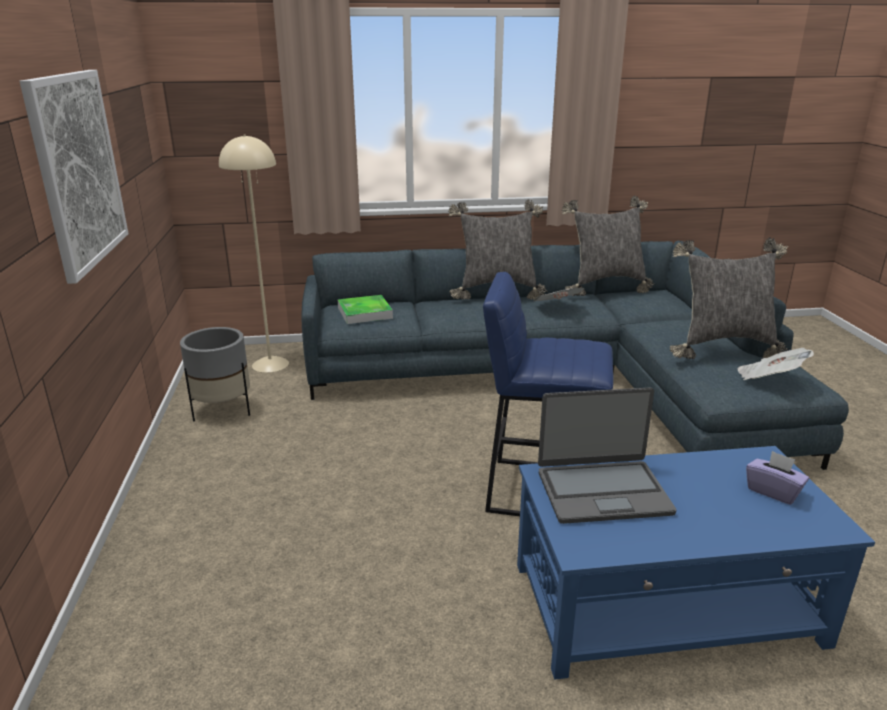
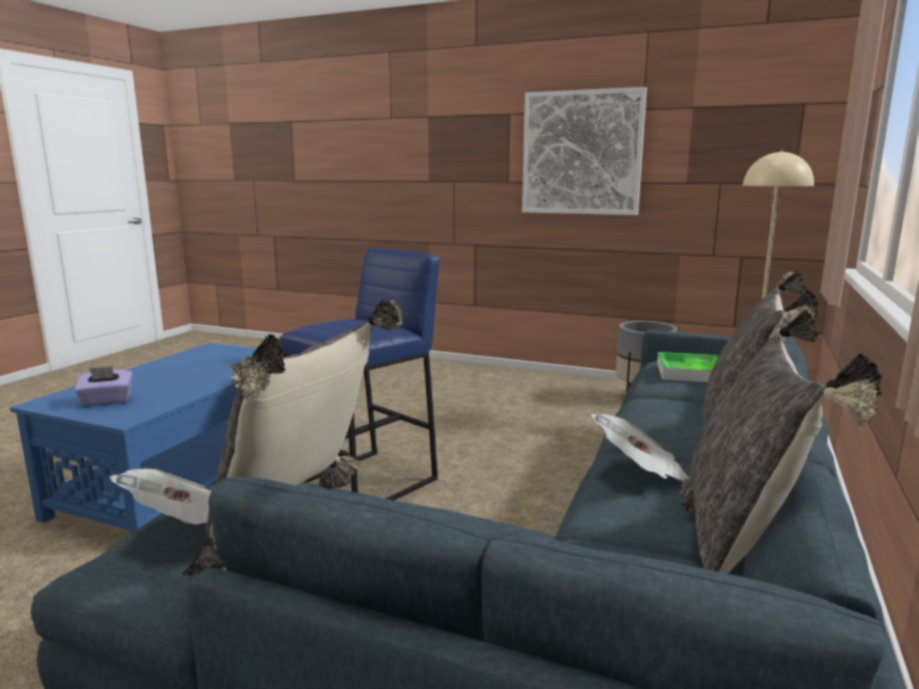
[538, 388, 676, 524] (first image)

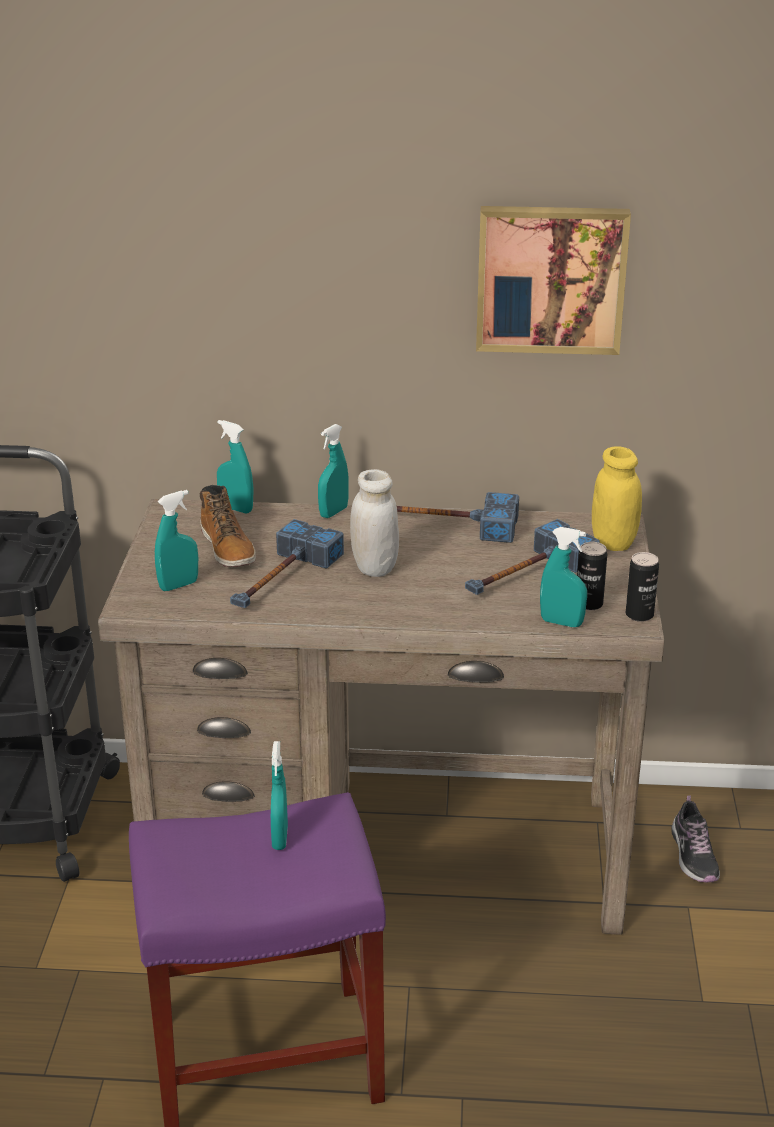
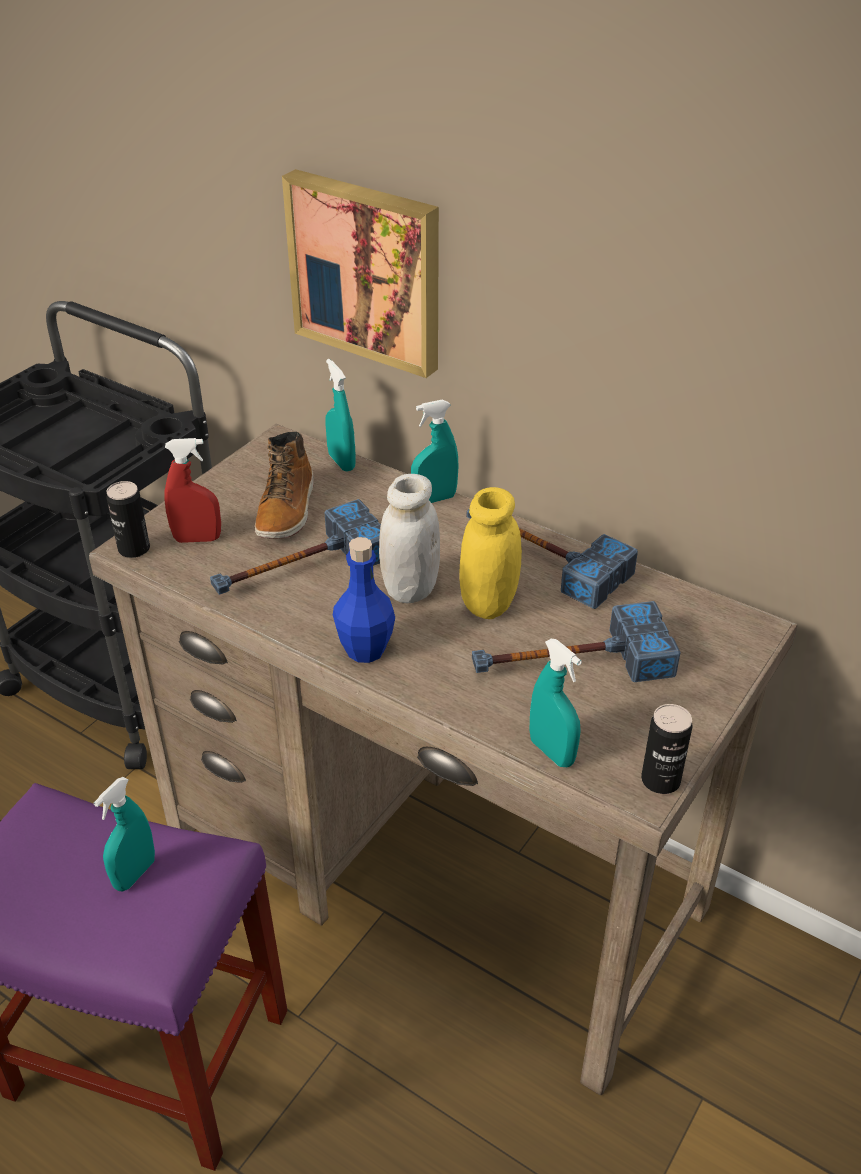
[164, 438, 221, 543]
[282, 169, 439, 378]
[107, 481, 150, 558]
[459, 487, 522, 619]
[671, 796, 720, 883] (first image)
[333, 537, 395, 663]

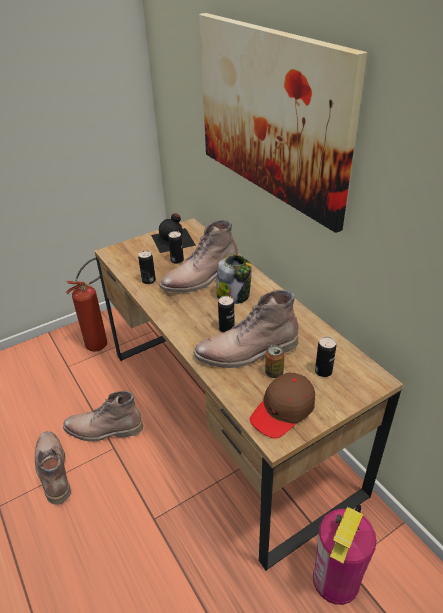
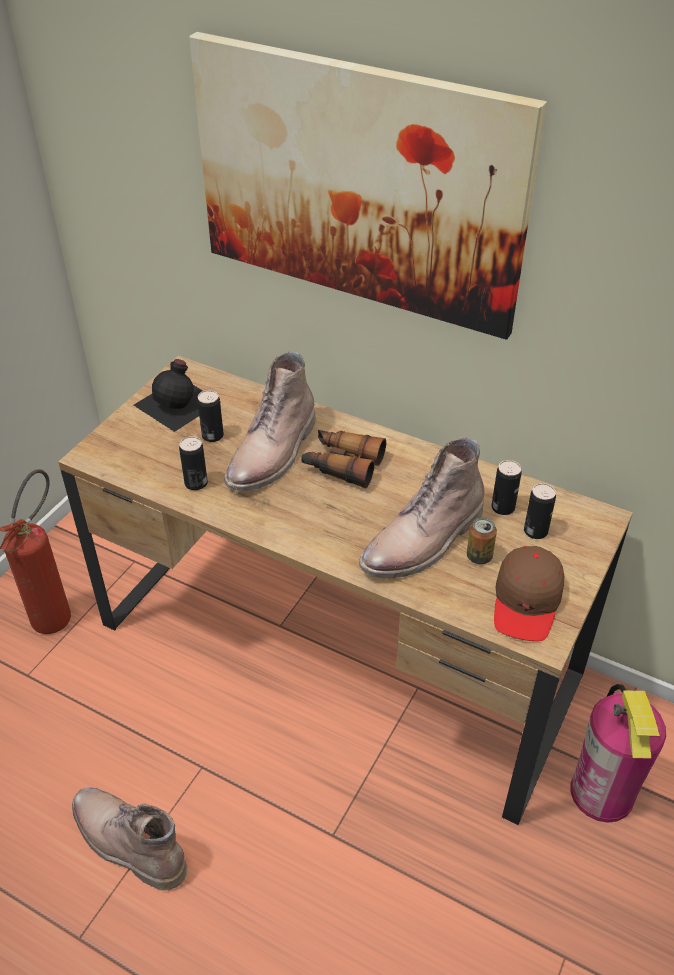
[63, 391, 143, 441] (first image)
[301, 430, 386, 488]
[491, 460, 522, 515]

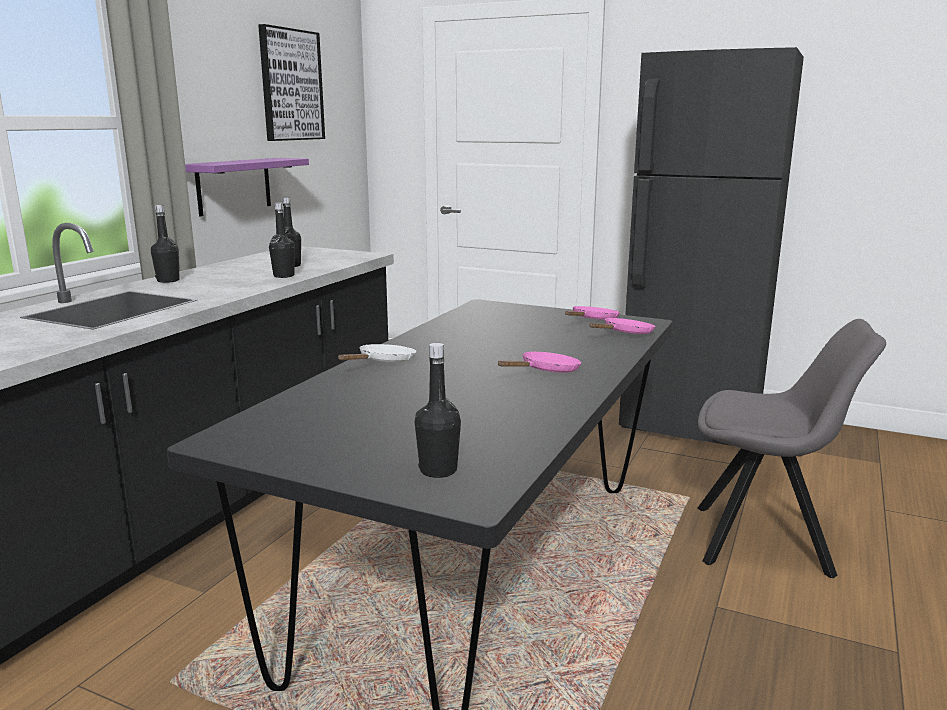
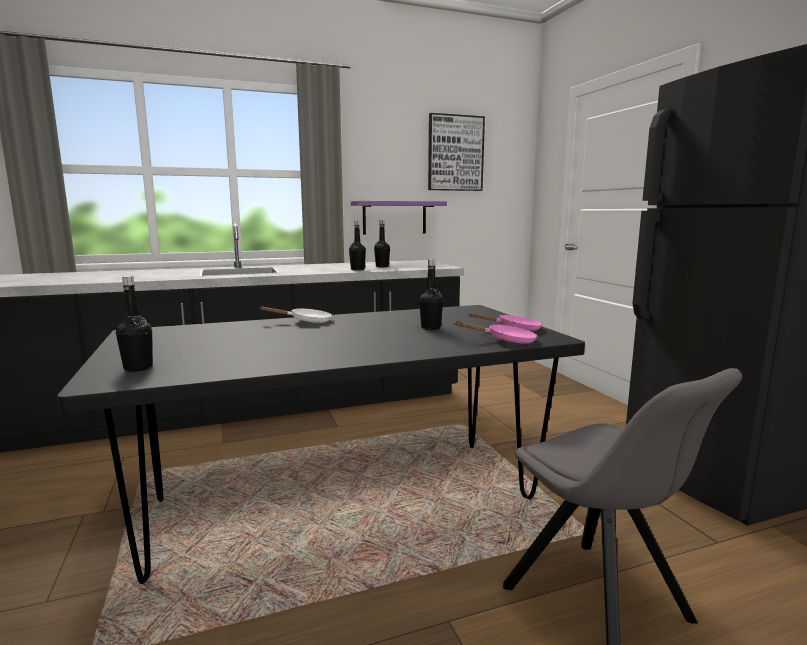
[419, 259, 443, 330]
[498, 352, 581, 373] (first image)

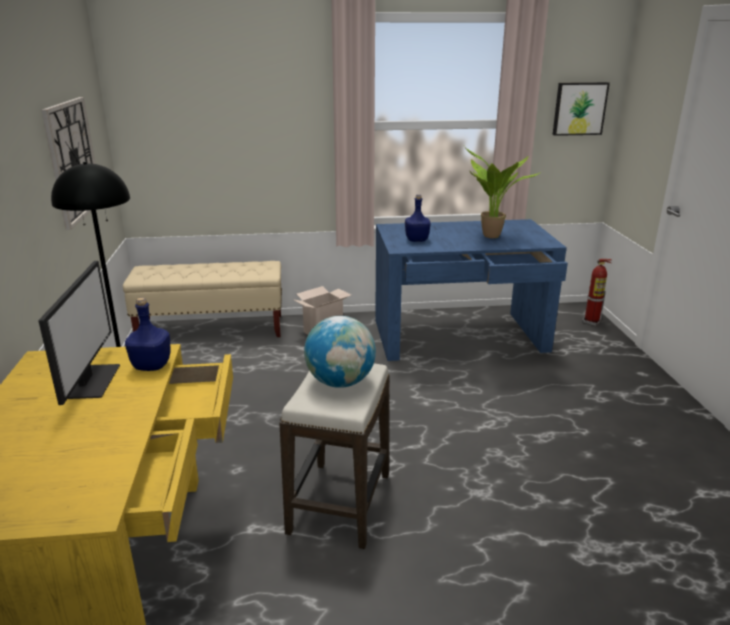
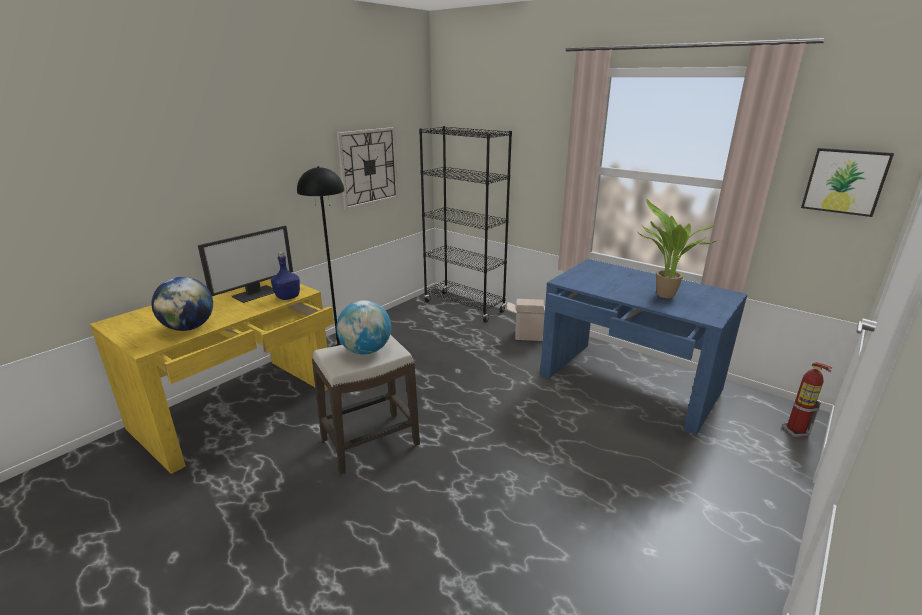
[419, 126, 512, 322]
[405, 194, 430, 242] (first image)
[151, 277, 213, 331]

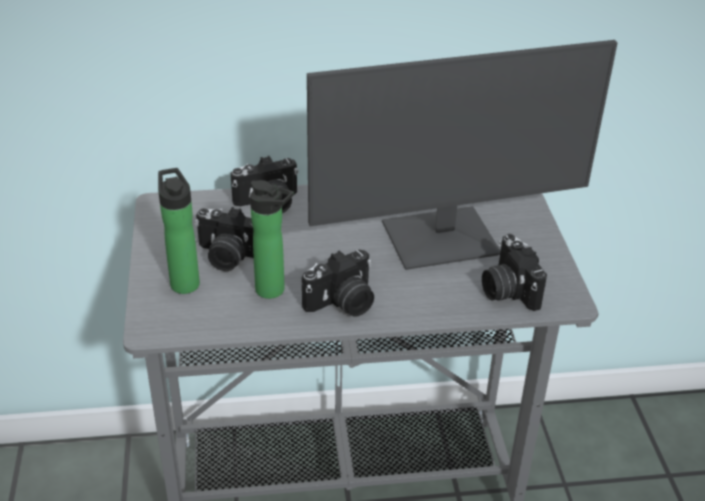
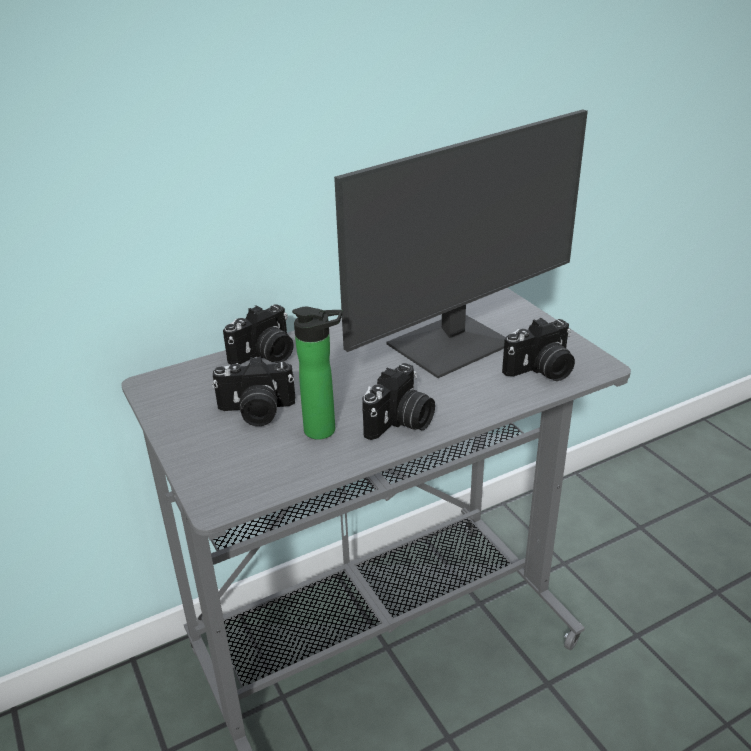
[158, 168, 200, 294] (first image)
[502, 318, 575, 381]

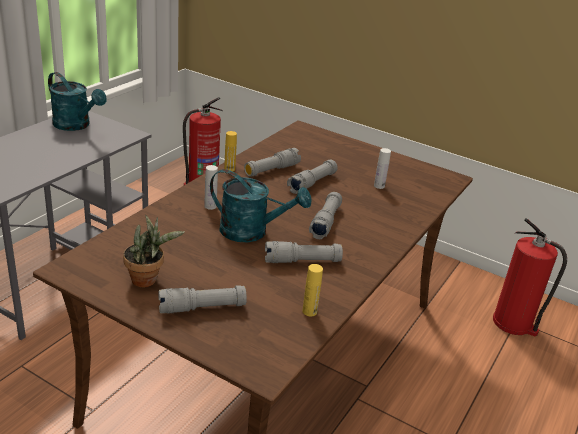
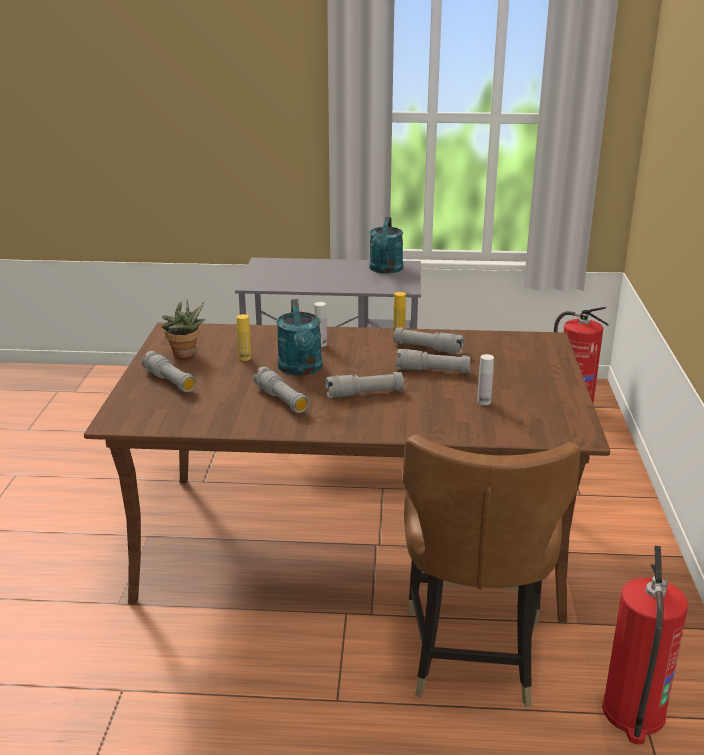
[237, 314, 251, 361]
[402, 434, 581, 707]

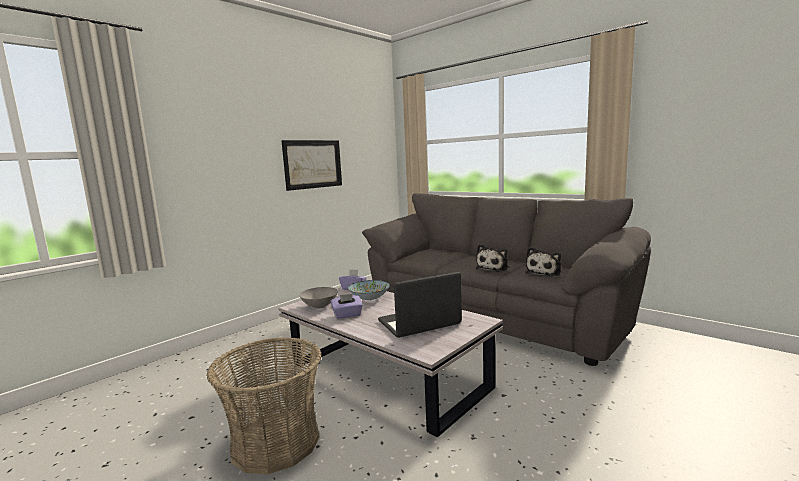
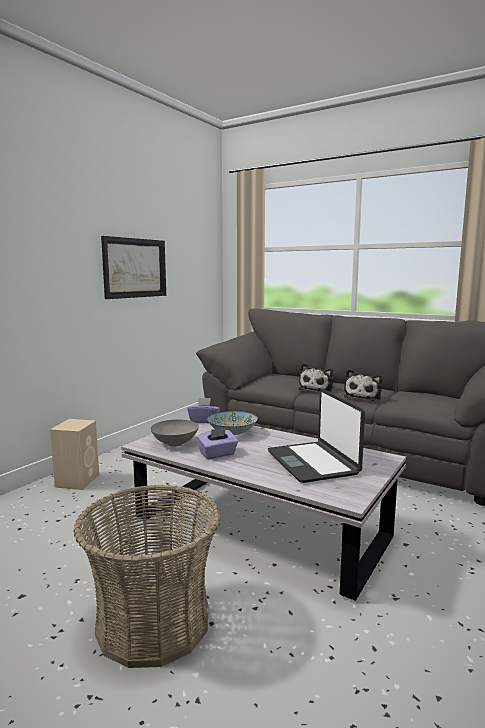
[268, 389, 365, 483]
[299, 363, 334, 392]
[50, 419, 99, 490]

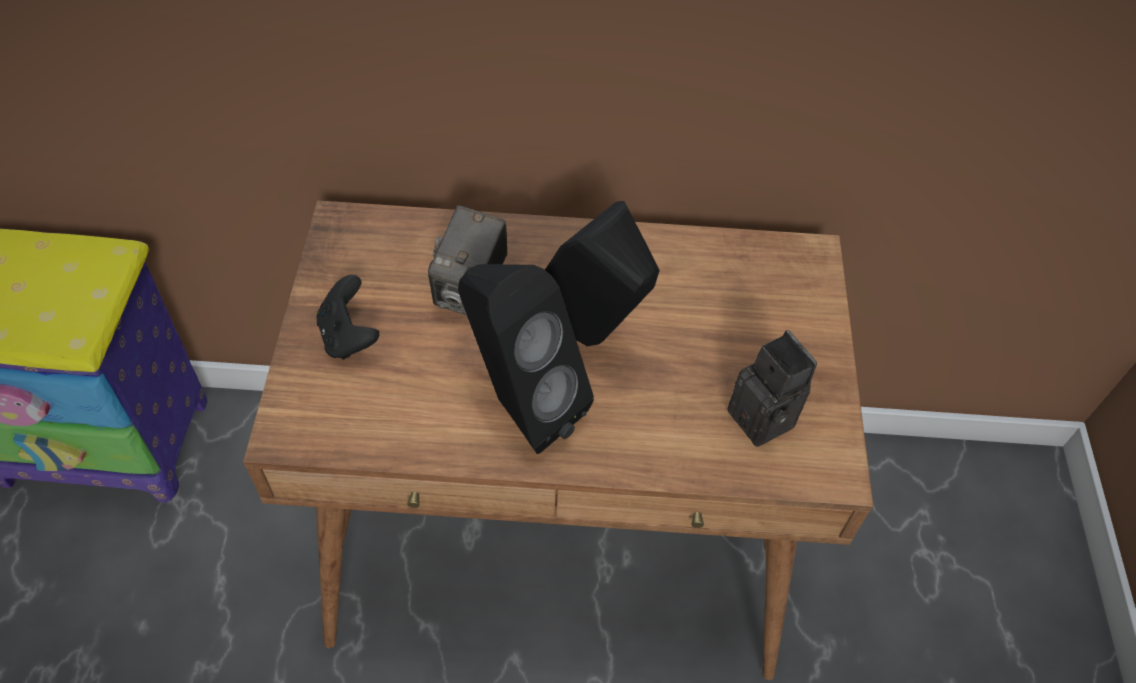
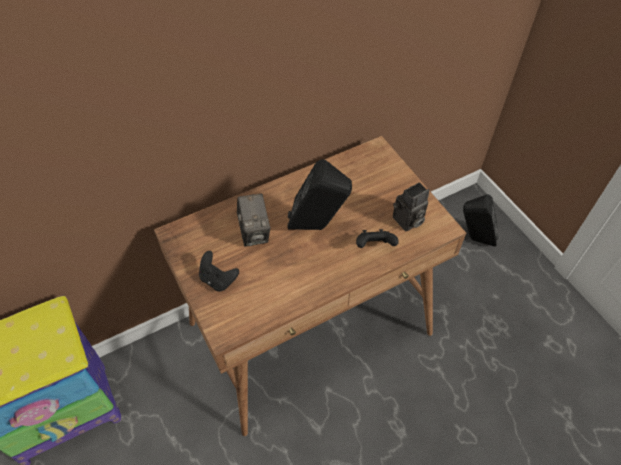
[463, 194, 499, 247]
[393, 182, 429, 231]
[356, 229, 399, 248]

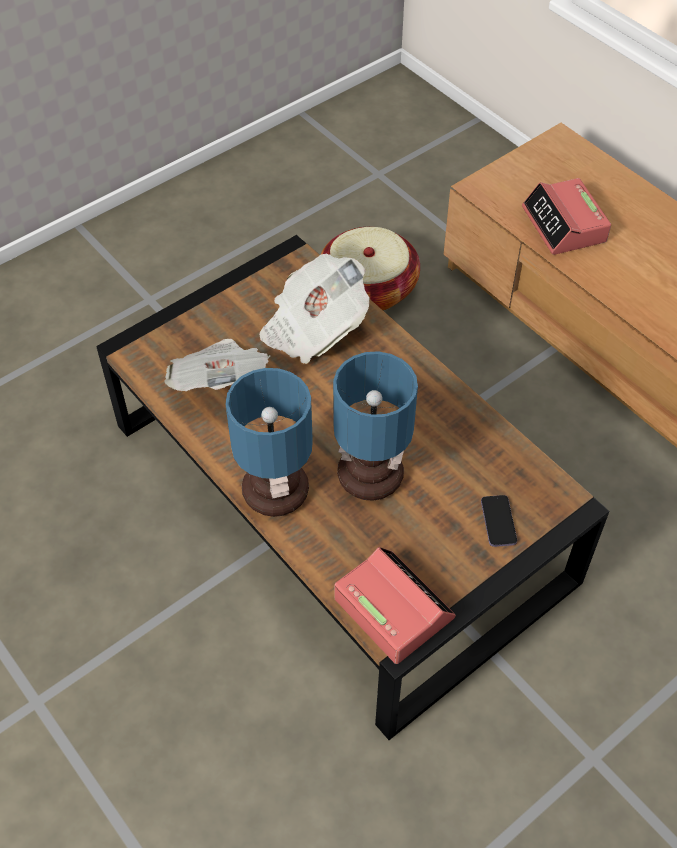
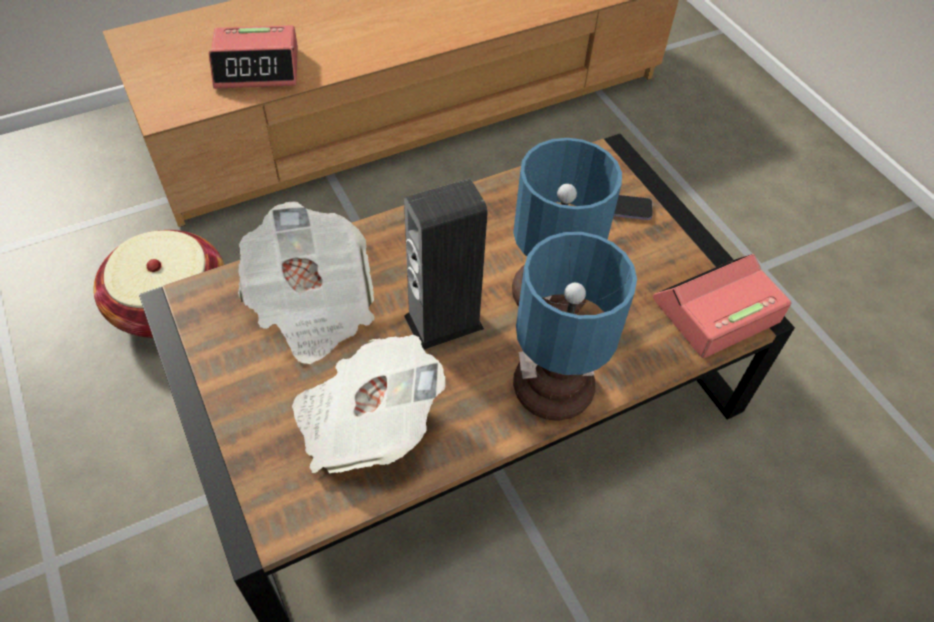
[404, 179, 488, 350]

